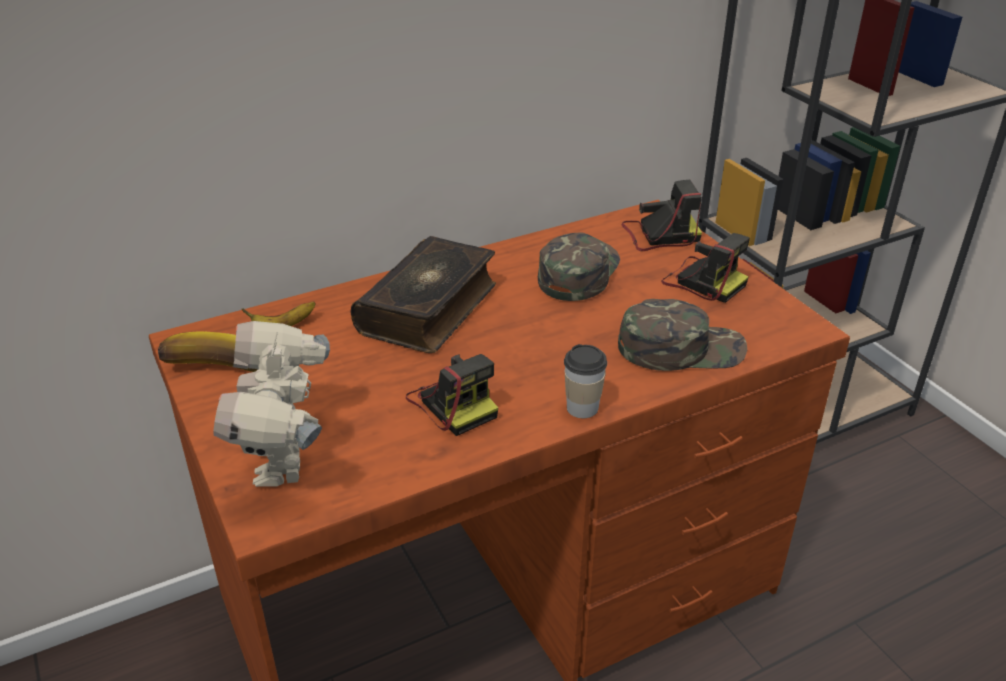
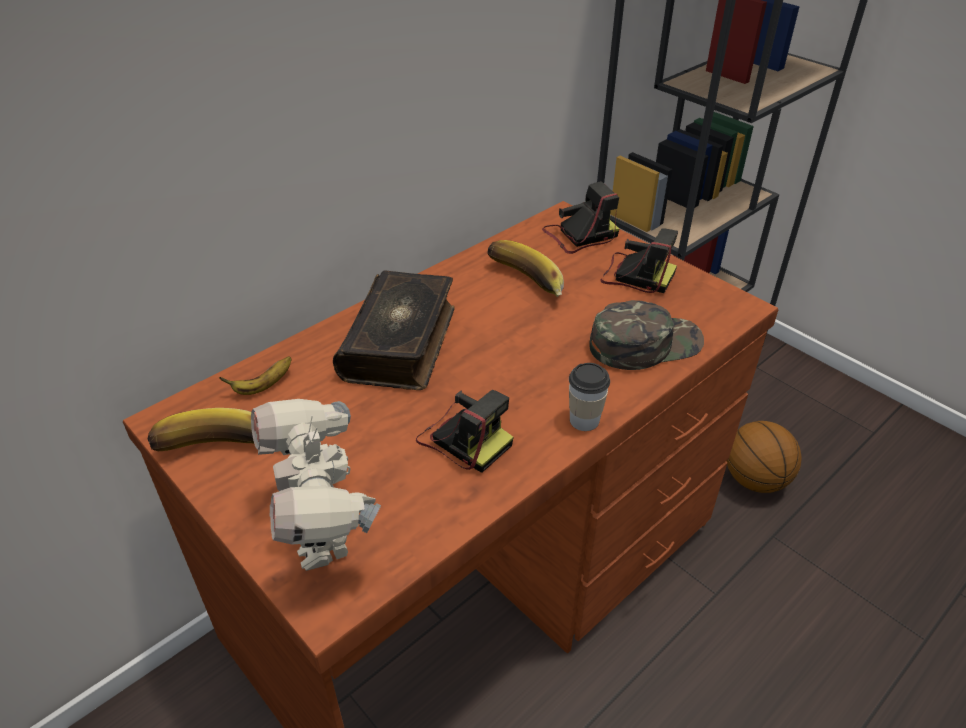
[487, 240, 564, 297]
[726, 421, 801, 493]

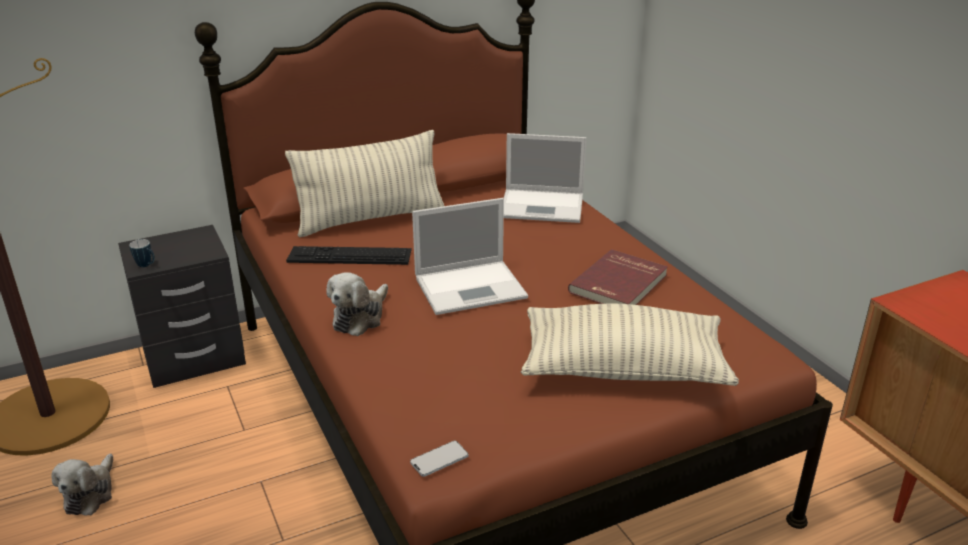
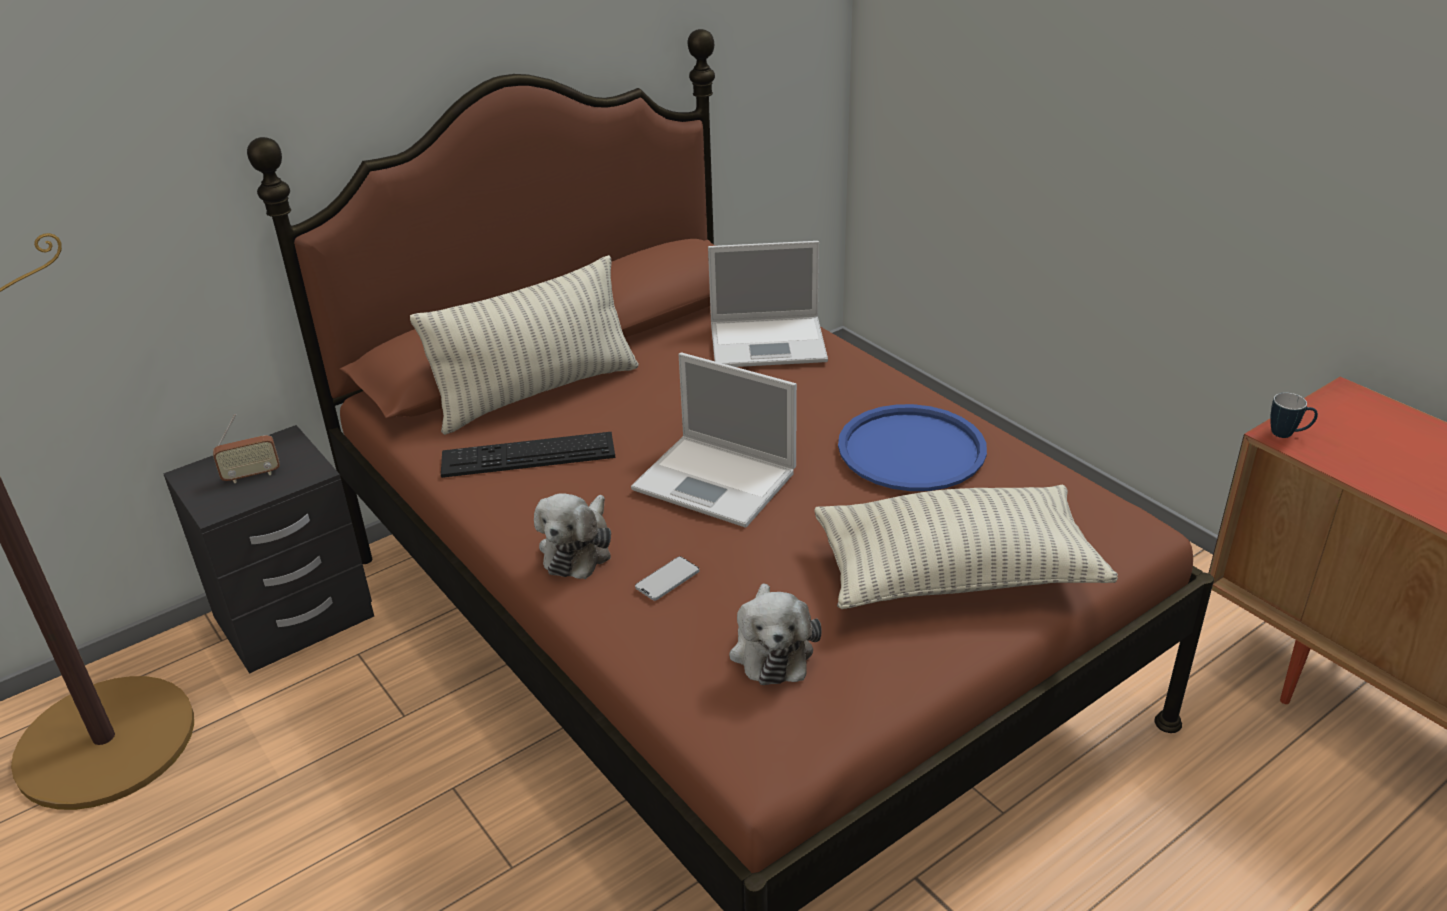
[729, 584, 822, 685]
[1270, 393, 1318, 438]
[635, 556, 699, 601]
[631, 353, 797, 528]
[838, 404, 987, 491]
[213, 414, 280, 483]

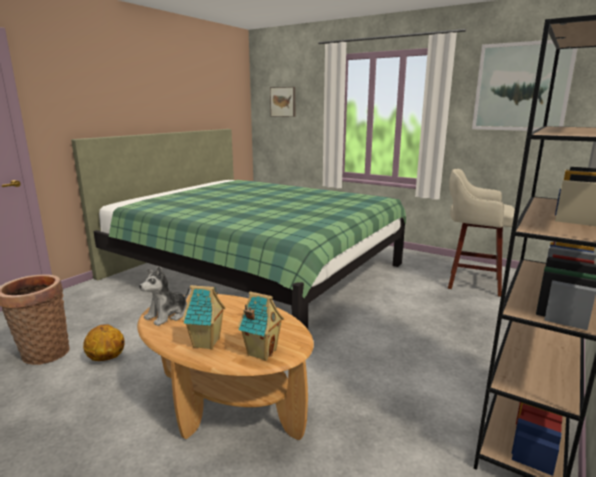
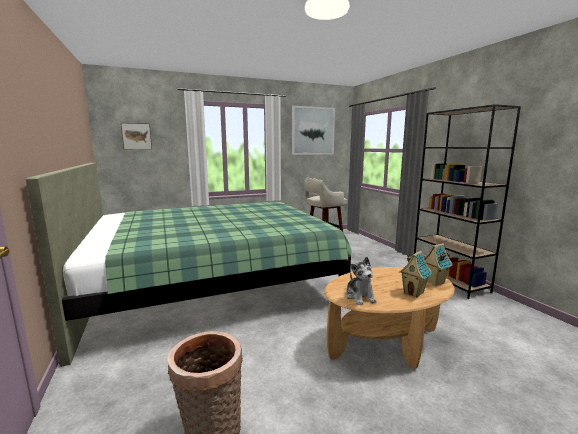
[83, 324, 125, 361] (first image)

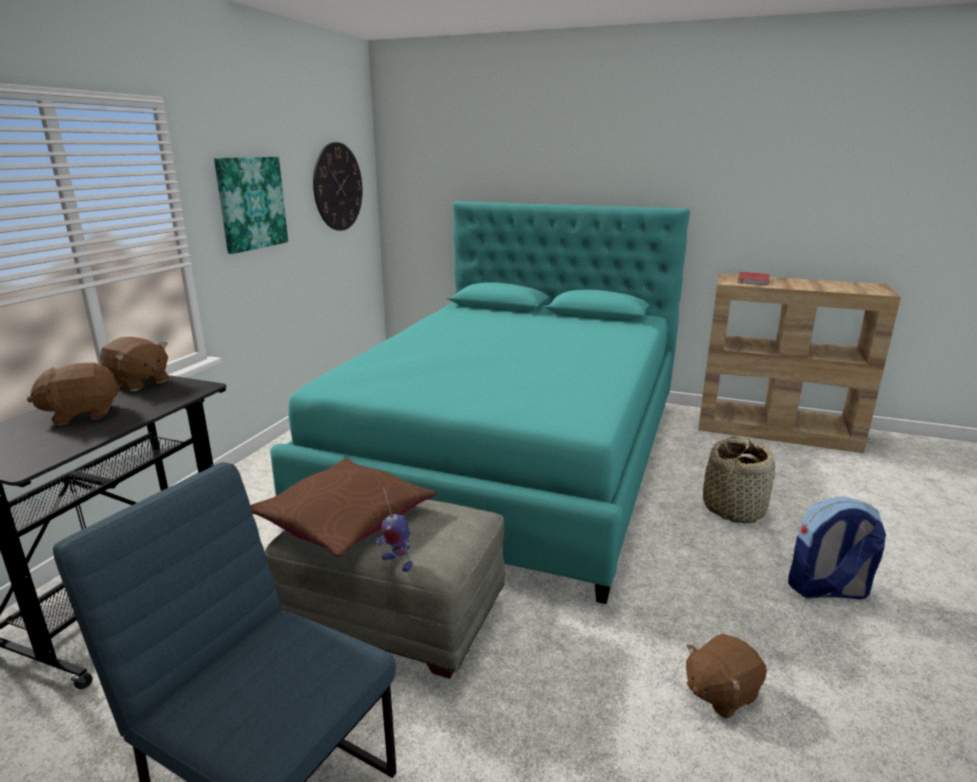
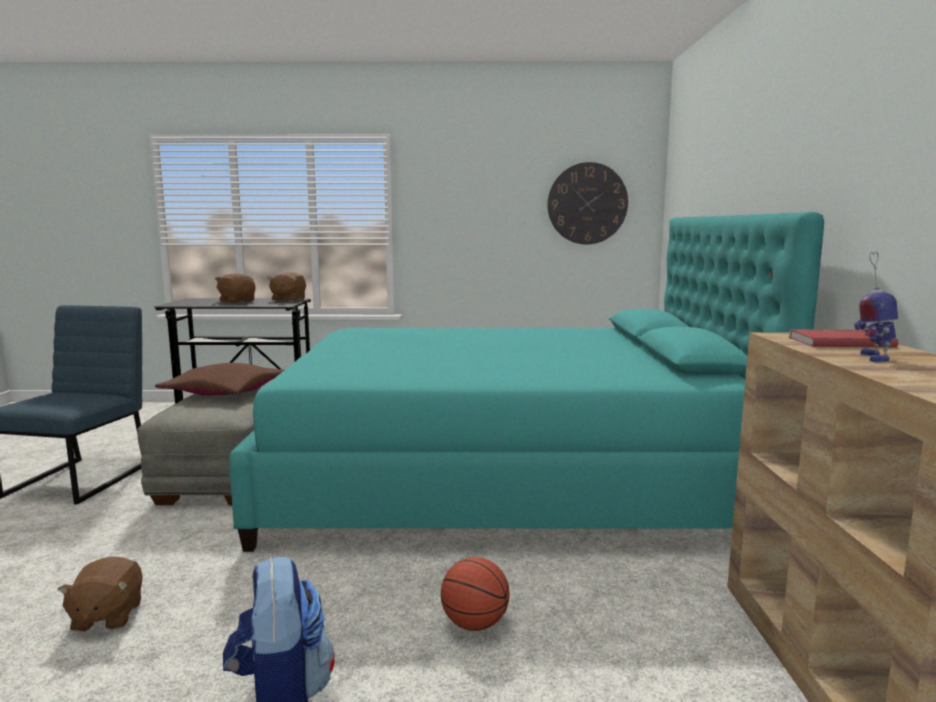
[214, 157, 288, 254] (first image)
[854, 252, 898, 362]
[58, 556, 143, 632]
[441, 557, 510, 631]

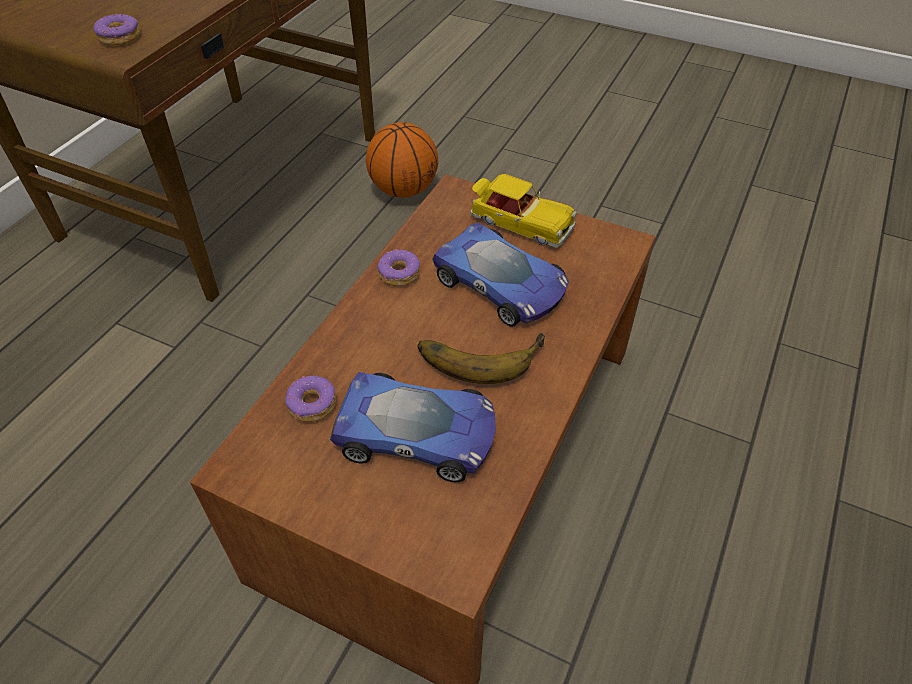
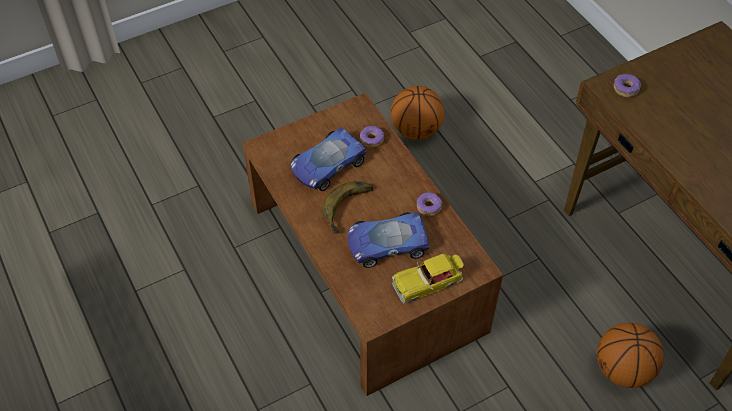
[391, 86, 444, 140]

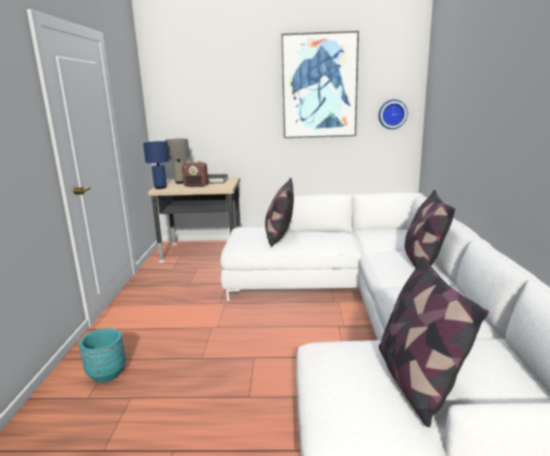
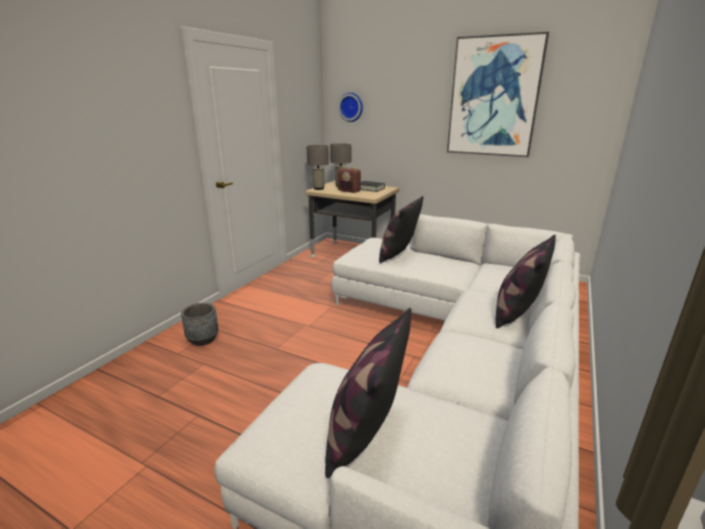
[181, 303, 219, 346]
[307, 145, 329, 190]
[338, 92, 363, 122]

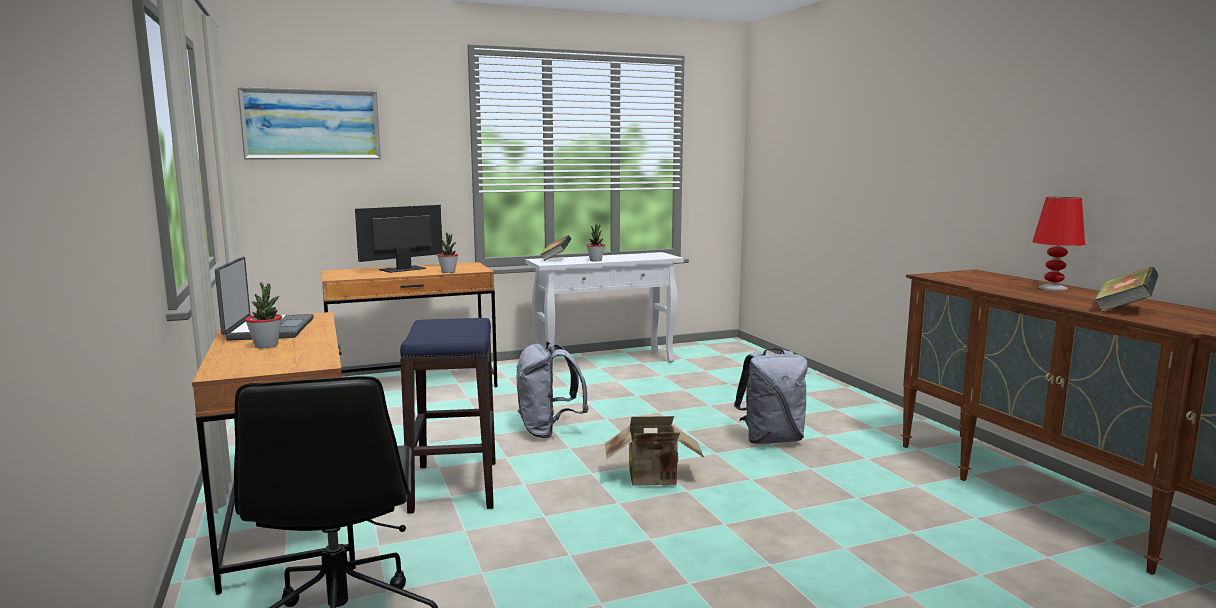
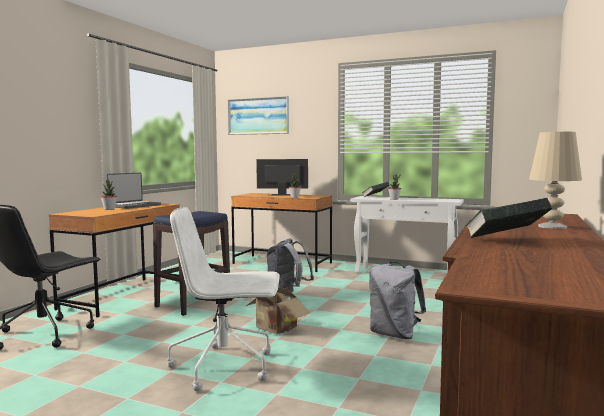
[529, 132, 582, 229]
[167, 207, 280, 391]

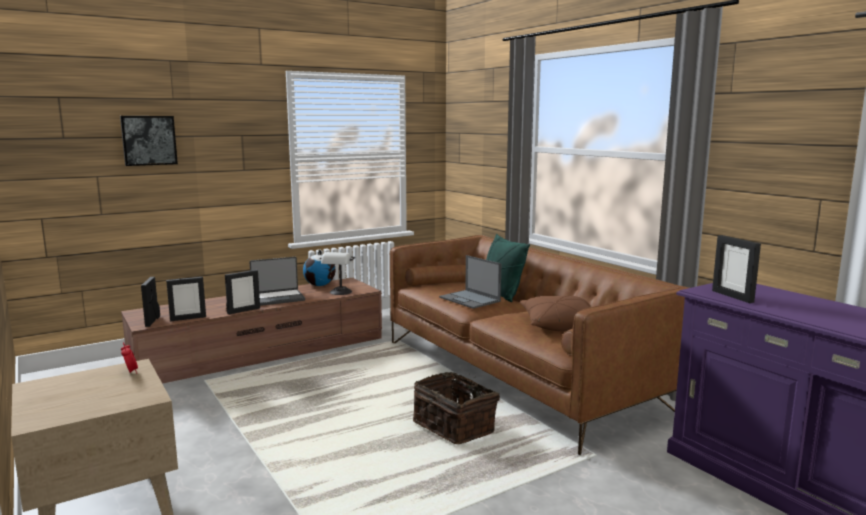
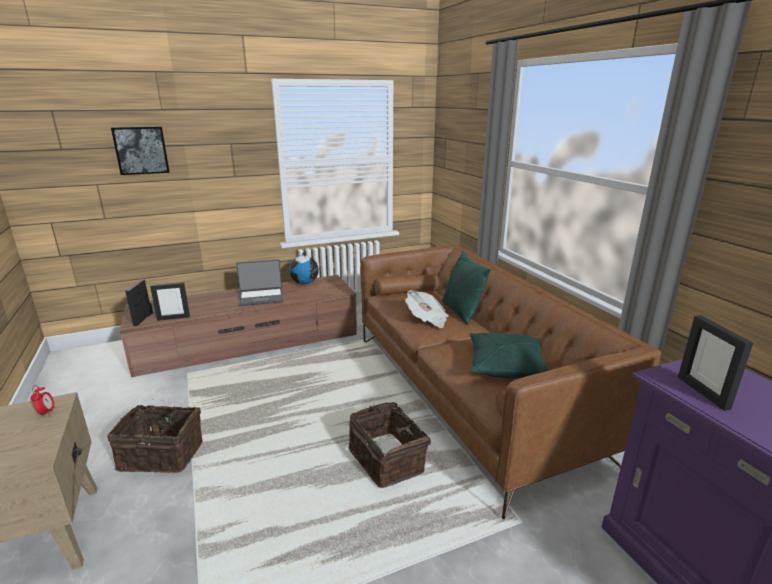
[225, 270, 260, 314] (first image)
[320, 252, 356, 295] (first image)
[405, 290, 449, 328]
[470, 333, 549, 378]
[107, 405, 203, 473]

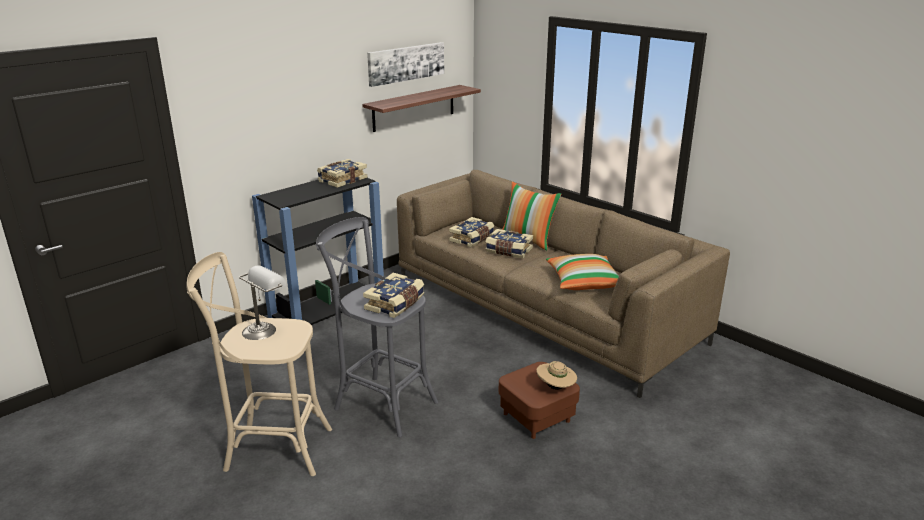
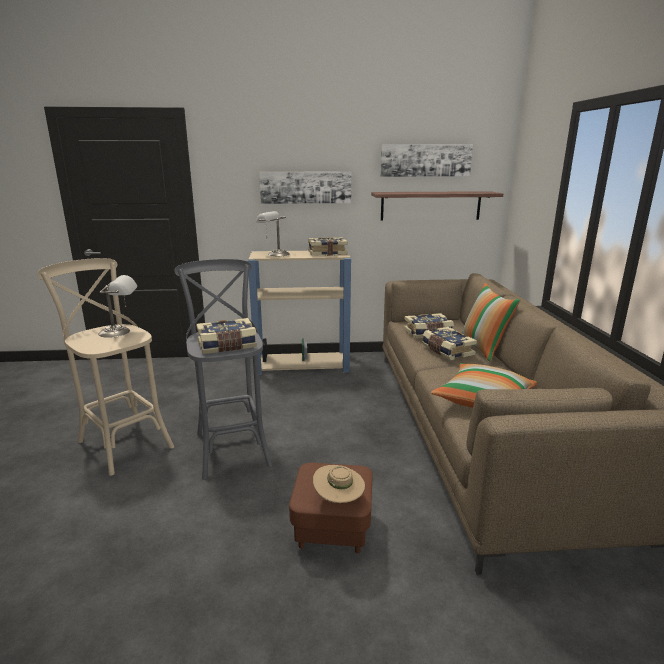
[248, 251, 351, 375]
[256, 211, 290, 256]
[259, 172, 351, 204]

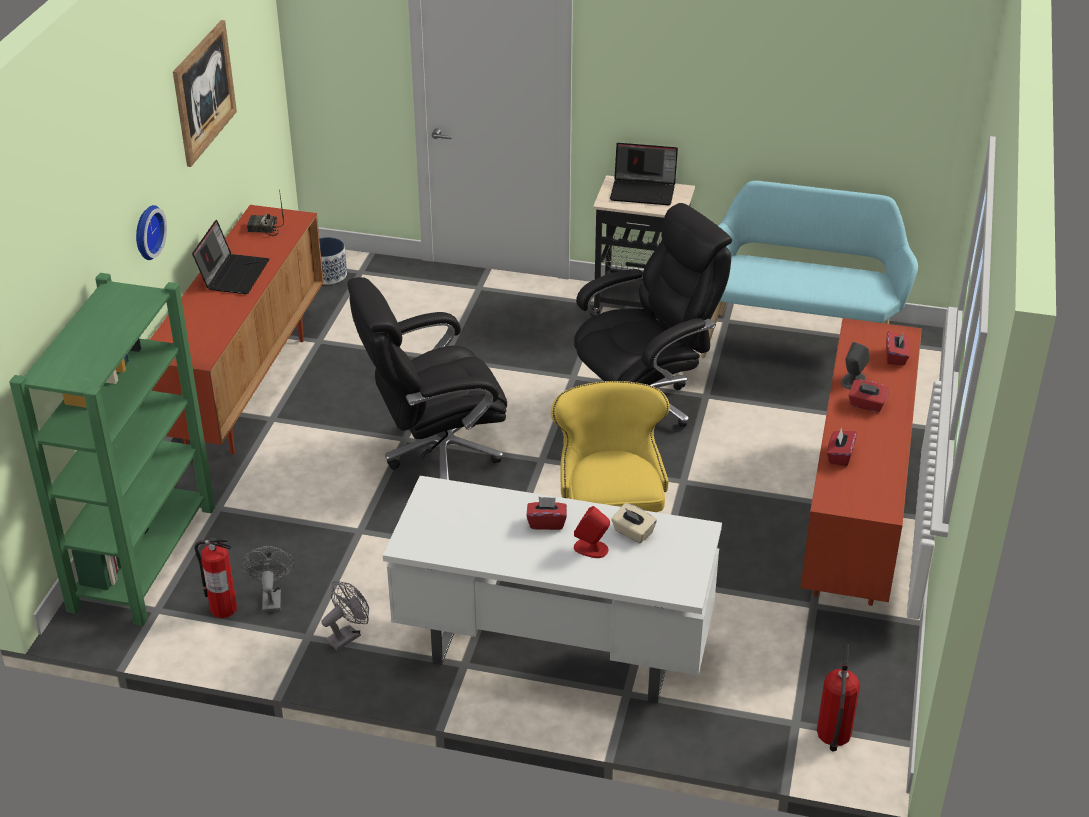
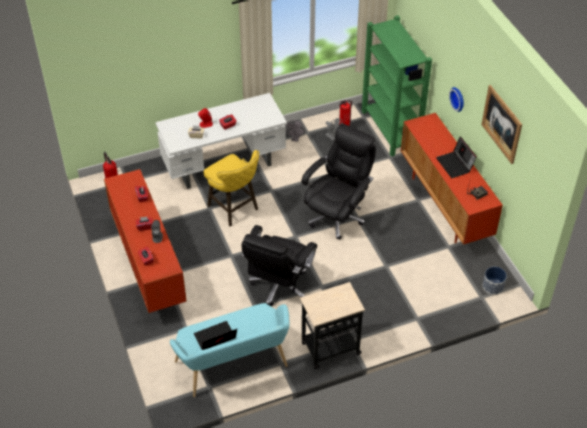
[194, 321, 237, 350]

